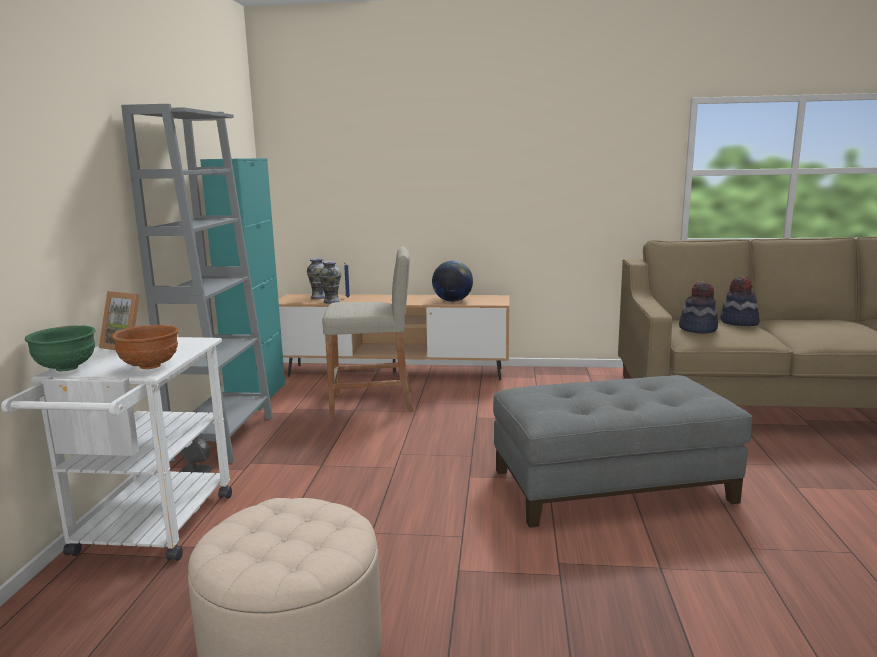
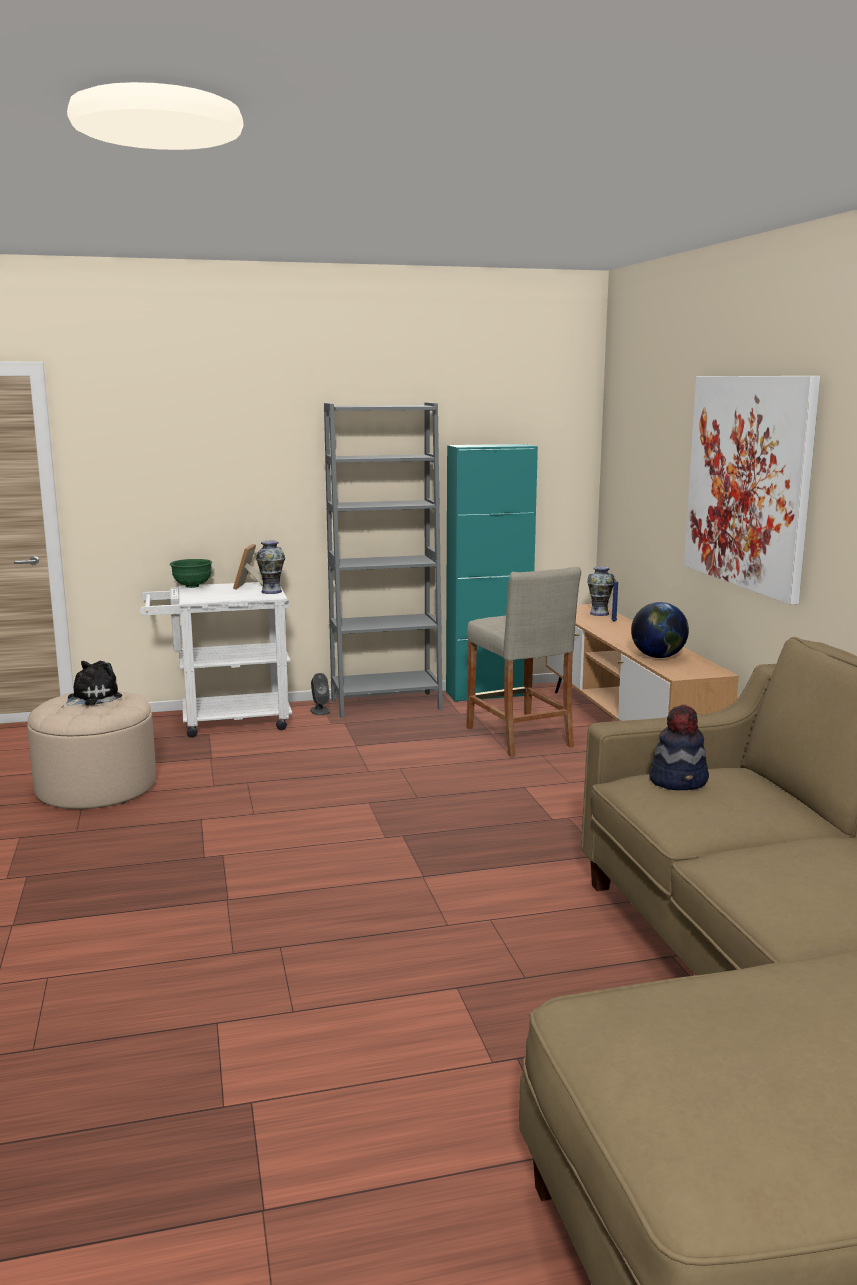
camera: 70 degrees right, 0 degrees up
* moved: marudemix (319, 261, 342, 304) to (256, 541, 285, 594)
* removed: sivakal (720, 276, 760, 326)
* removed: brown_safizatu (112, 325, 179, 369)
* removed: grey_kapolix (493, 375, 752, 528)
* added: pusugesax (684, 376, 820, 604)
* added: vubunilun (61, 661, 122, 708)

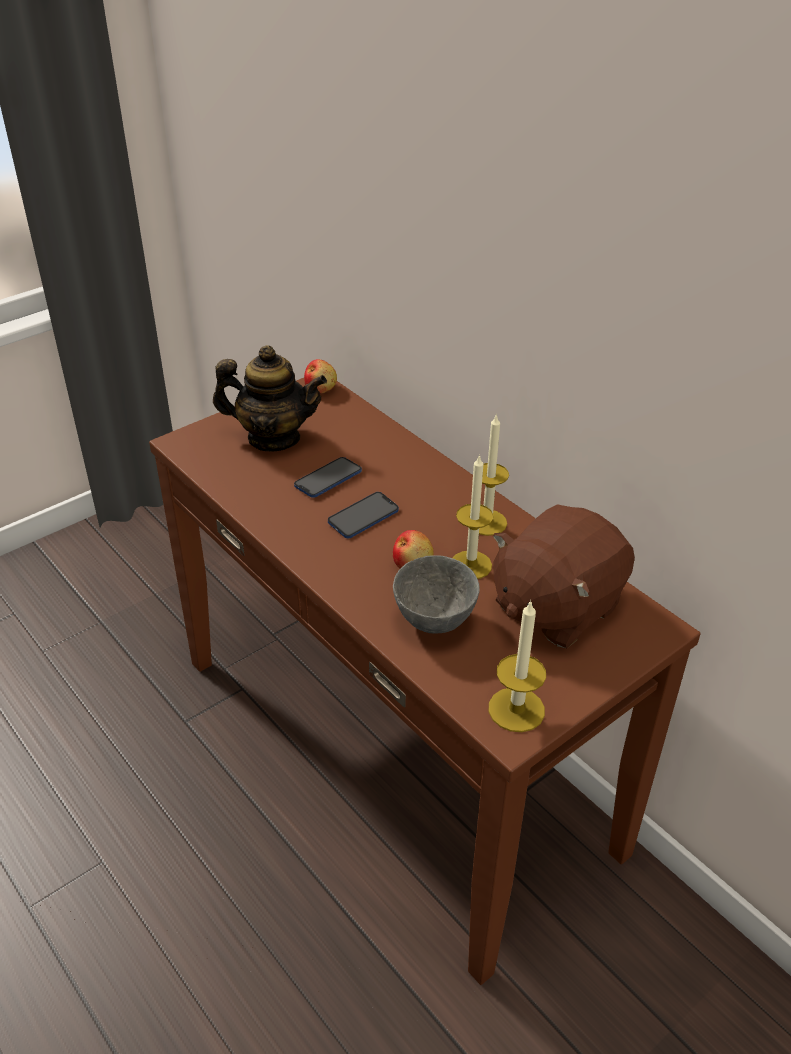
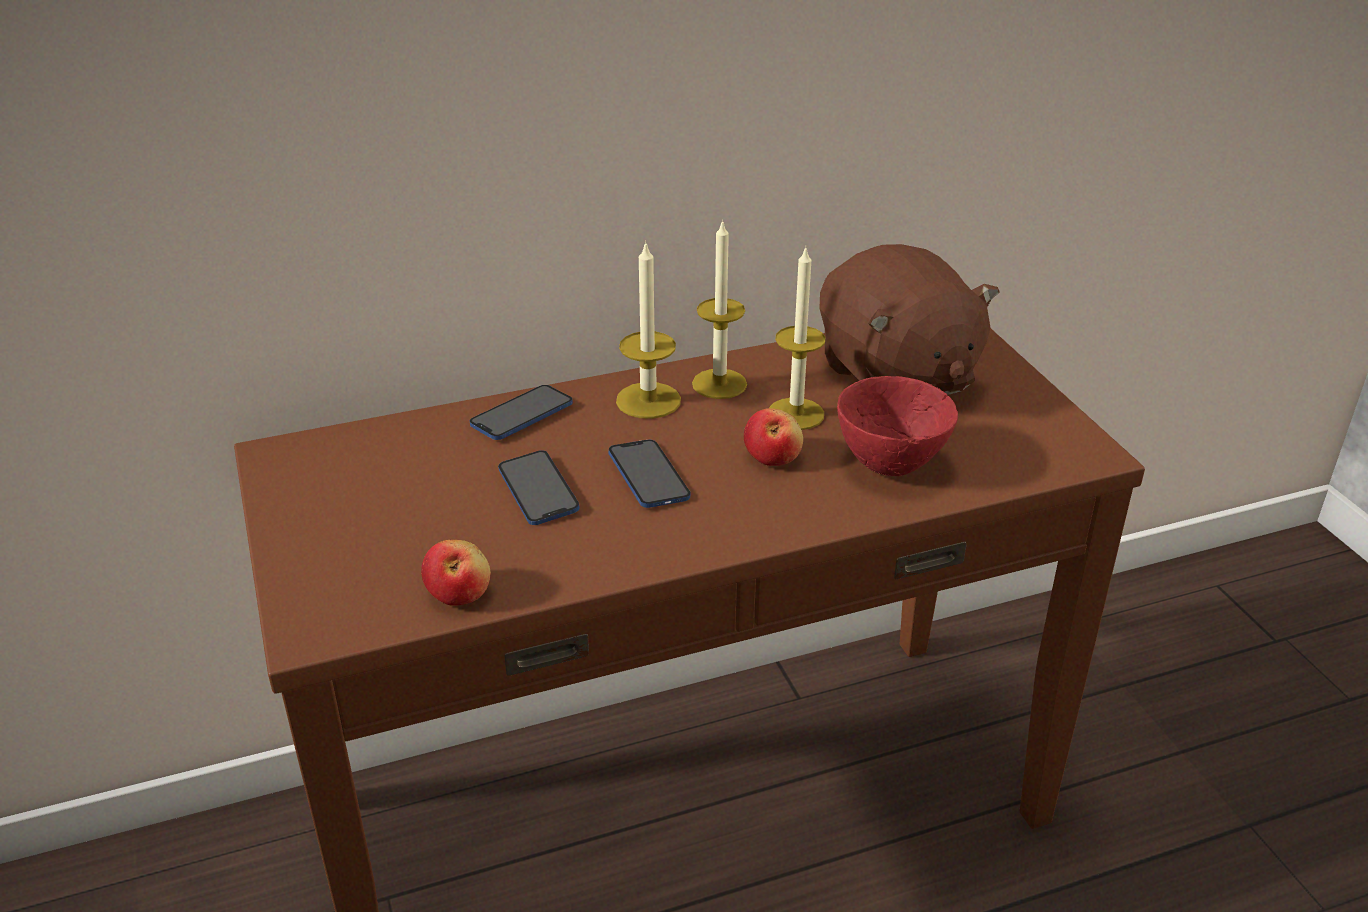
camera: 70 degrees left, 5 degrees down
* removed: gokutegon (213, 345, 327, 452)
* moved: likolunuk (304, 359, 337, 393) to (421, 540, 491, 606)
* recoloured: grey_safizatu (393, 555, 480, 634) to red_safizatu (837, 376, 958, 476)
* moved: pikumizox (489, 600, 546, 732) to (616, 240, 681, 419)
* added: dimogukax (470, 385, 573, 440)

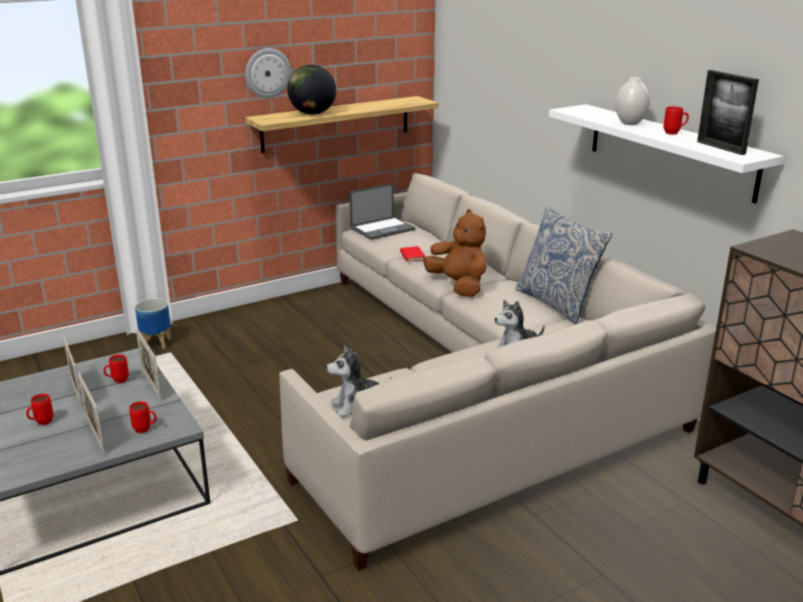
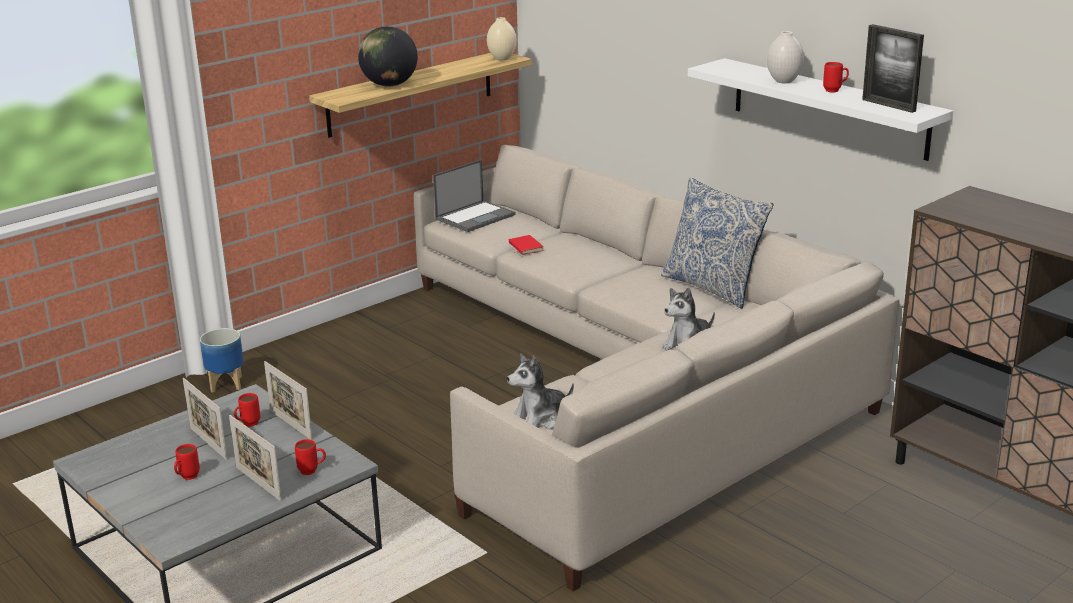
camera: 10 degrees left, 0 degrees up
* removed: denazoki (245, 48, 291, 98)
* removed: brown_vubunilun (423, 209, 487, 297)
* added: beige_marudemix (487, 17, 517, 60)

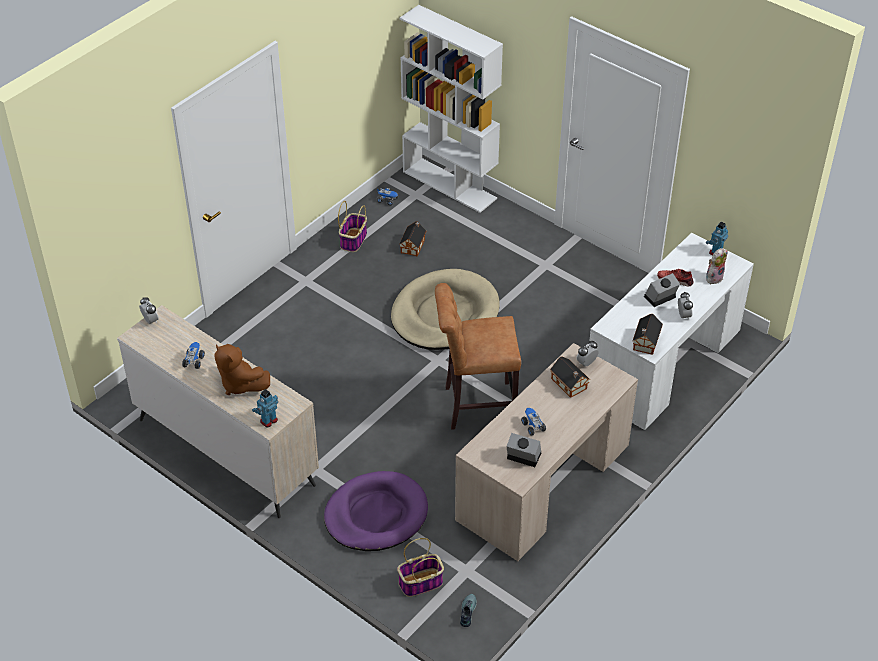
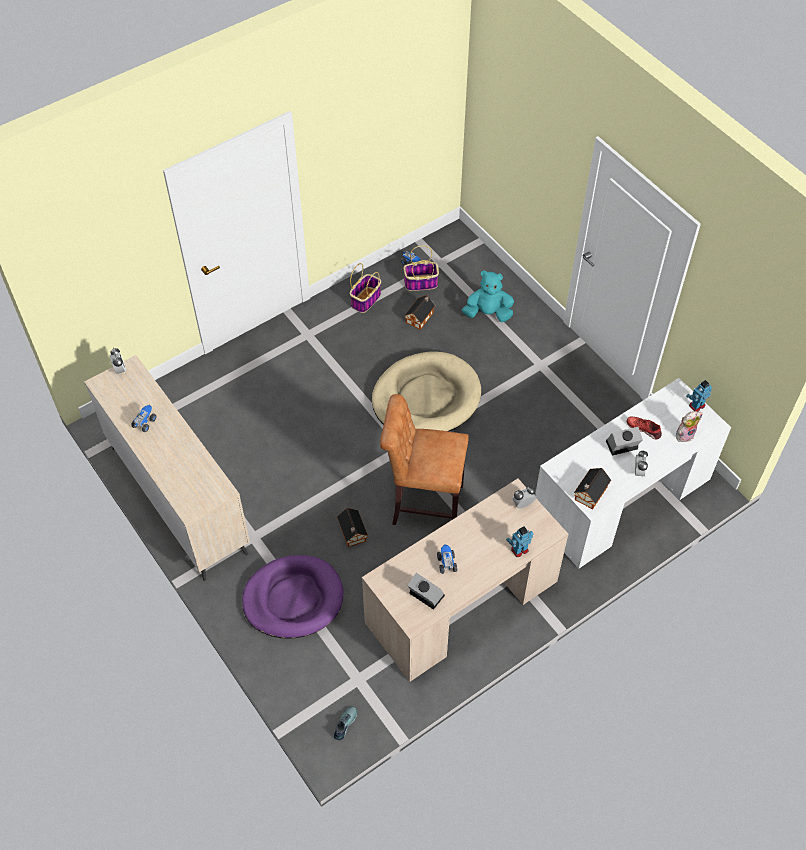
camera: 15 degrees right, 10 degrees up
* removed: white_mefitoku (400, 5, 503, 213)
* removed: brown_vubunilun (215, 344, 270, 395)
* moved: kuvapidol (550, 356, 590, 398) to (337, 508, 368, 547)
* moved: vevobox (252, 389, 278, 428) to (506, 526, 533, 557)
* moved: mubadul (397, 538, 444, 597) to (403, 245, 439, 291)
* added: turquoise_vubunilun (462, 271, 514, 322)

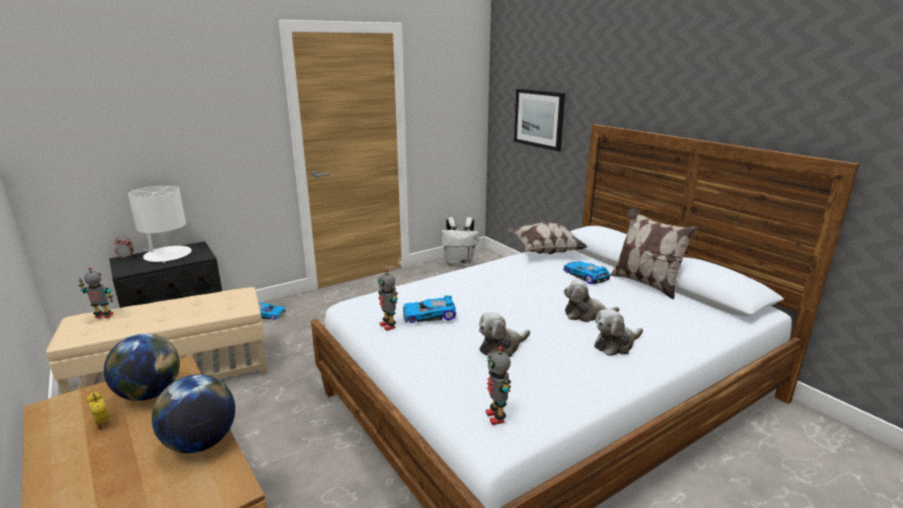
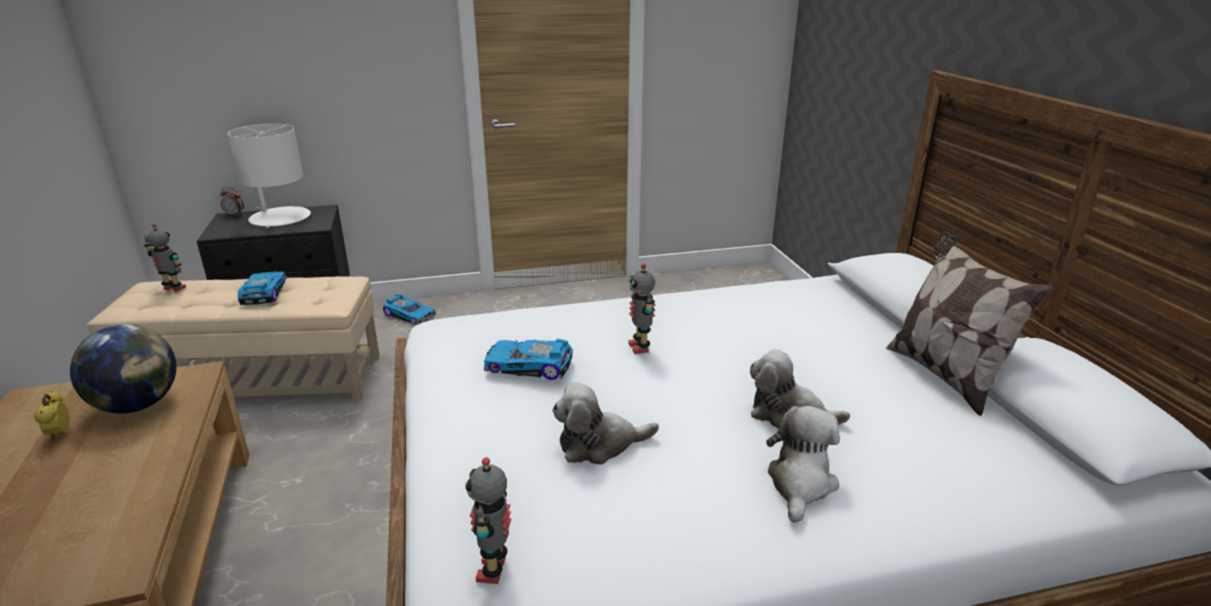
camera: 20 degrees right, 5 degrees up
* removed: pusugesax (514, 89, 565, 151)
* removed: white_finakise (441, 217, 479, 266)
* removed: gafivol (507, 222, 587, 255)
* moved: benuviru (563, 261, 610, 284) to (238, 271, 287, 305)
* moved: vevobox (377, 269, 398, 331) to (628, 264, 655, 354)
* turned: vubunilun (594, 309, 643, 356) = (766, 406, 840, 523) 120 degrees clockwise
* removed: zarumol (152, 374, 235, 453)

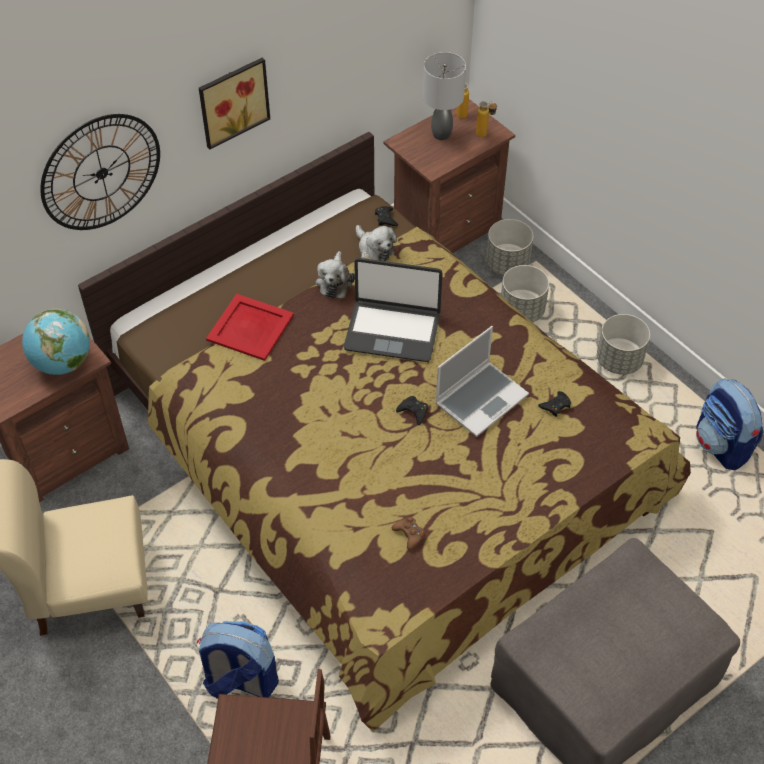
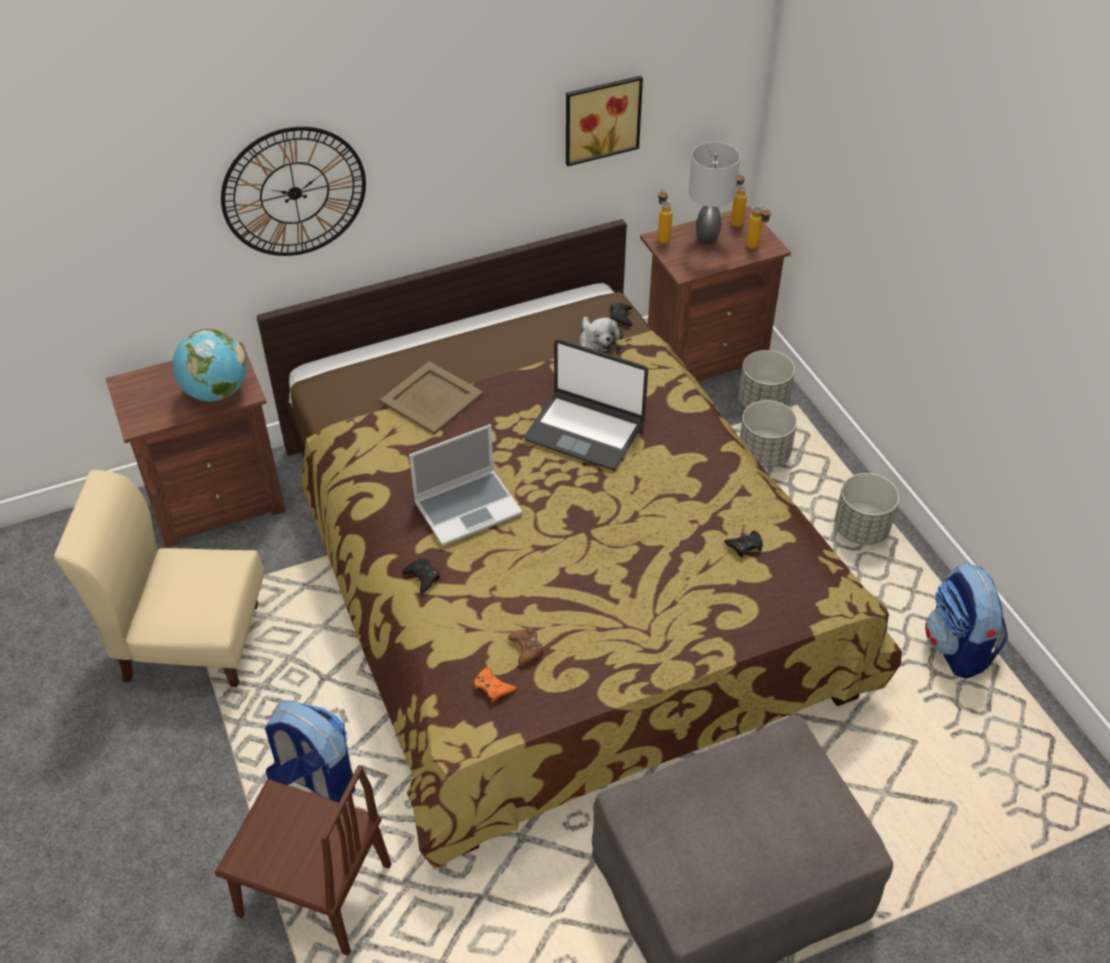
camera: 15 degrees right, 5 degrees down
* moved: pusugesax (199, 58, 270, 149) to (566, 76, 643, 166)
* removed: vubunilun (316, 251, 355, 298)
* recoloured: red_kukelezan (206, 294, 294, 361) to beige_kukelezan (380, 361, 483, 435)
* moved: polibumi (435, 326, 529, 437) to (409, 424, 523, 546)
* moved: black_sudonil (396, 396, 428, 425) to (402, 558, 440, 594)
* added: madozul (658, 188, 673, 244)
* added: orange_sudonil (474, 667, 516, 702)

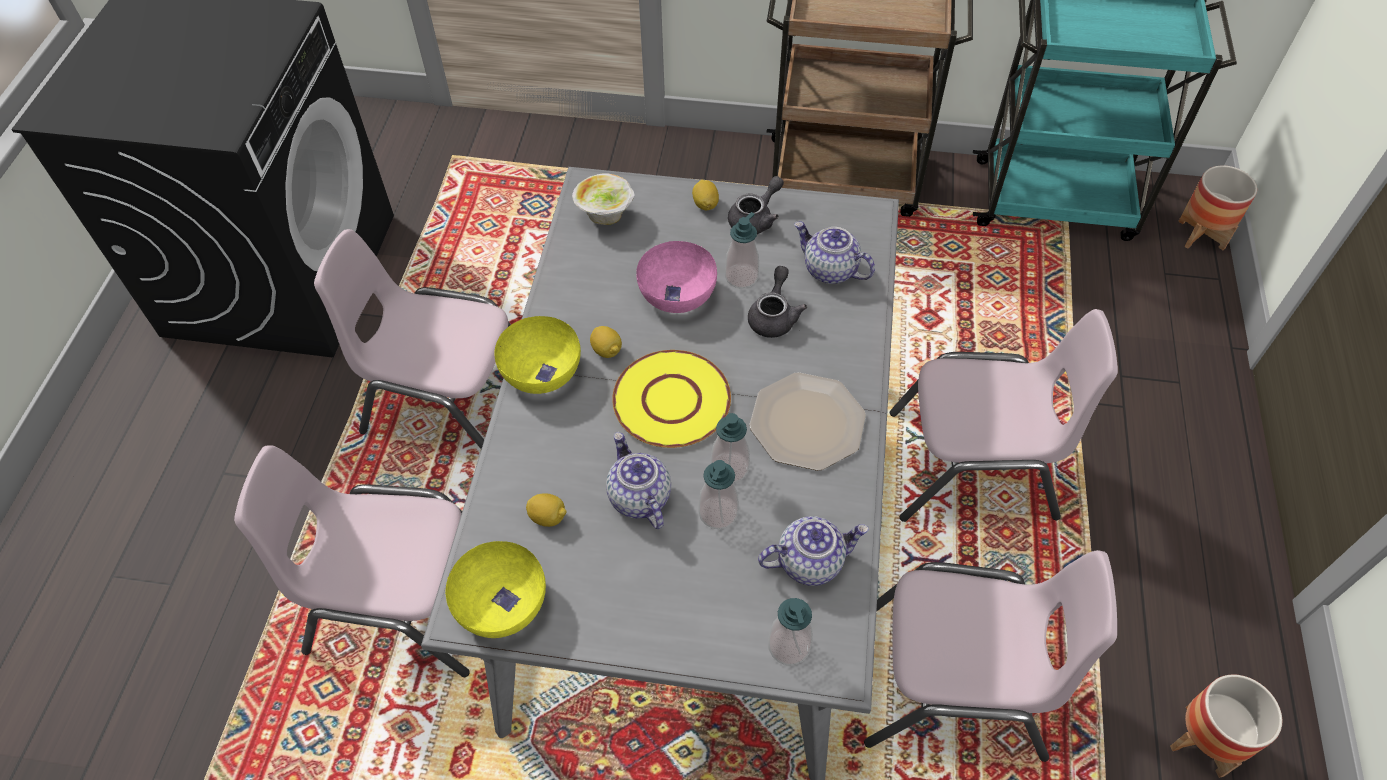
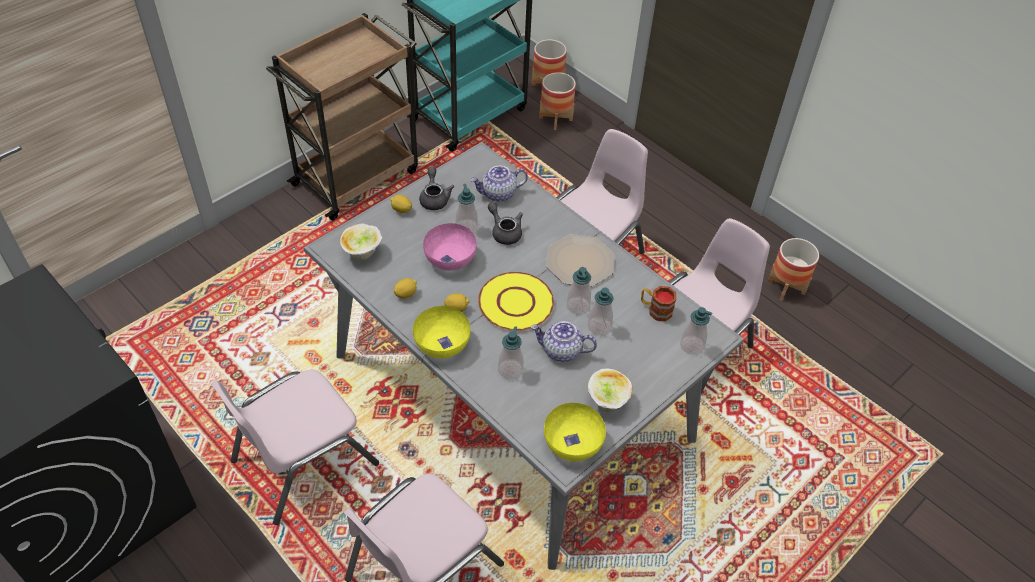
camera: 55 degrees left, 5 degrees down
* moved: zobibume (526, 493, 567, 527) to (394, 278, 417, 299)
* replaced: gokutegon (758, 516, 869, 586) to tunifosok (641, 286, 676, 321)
* added: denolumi (539, 72, 576, 130)
* added: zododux (498, 326, 524, 379)
* added: safizatu (588, 368, 632, 412)

